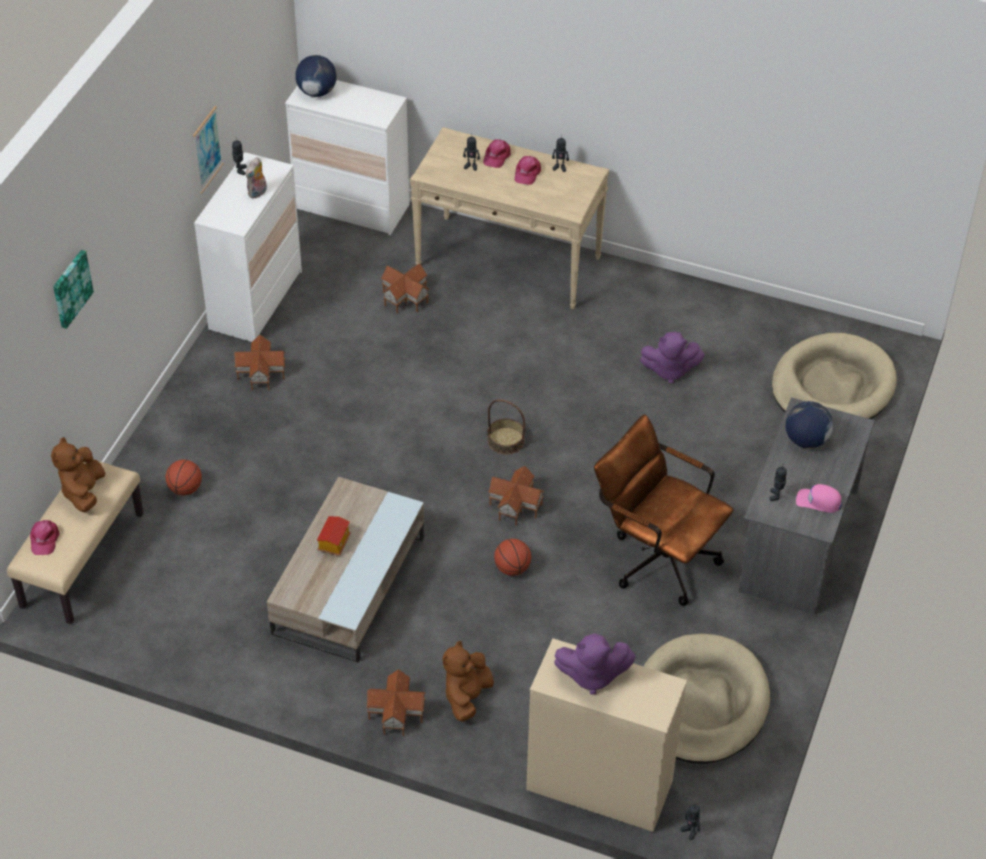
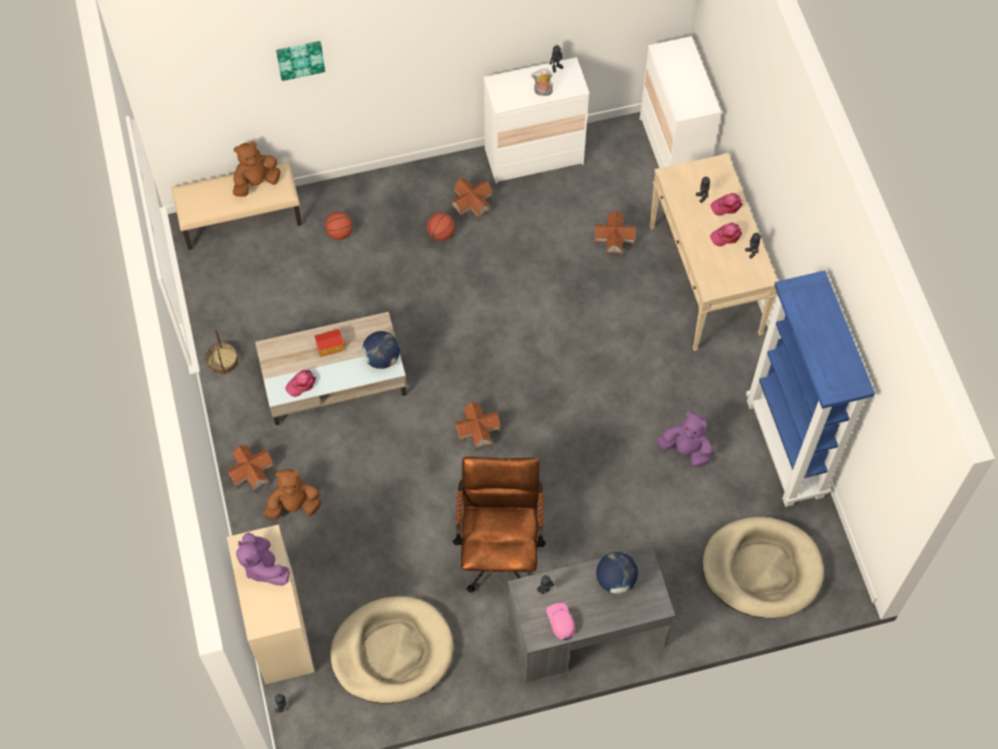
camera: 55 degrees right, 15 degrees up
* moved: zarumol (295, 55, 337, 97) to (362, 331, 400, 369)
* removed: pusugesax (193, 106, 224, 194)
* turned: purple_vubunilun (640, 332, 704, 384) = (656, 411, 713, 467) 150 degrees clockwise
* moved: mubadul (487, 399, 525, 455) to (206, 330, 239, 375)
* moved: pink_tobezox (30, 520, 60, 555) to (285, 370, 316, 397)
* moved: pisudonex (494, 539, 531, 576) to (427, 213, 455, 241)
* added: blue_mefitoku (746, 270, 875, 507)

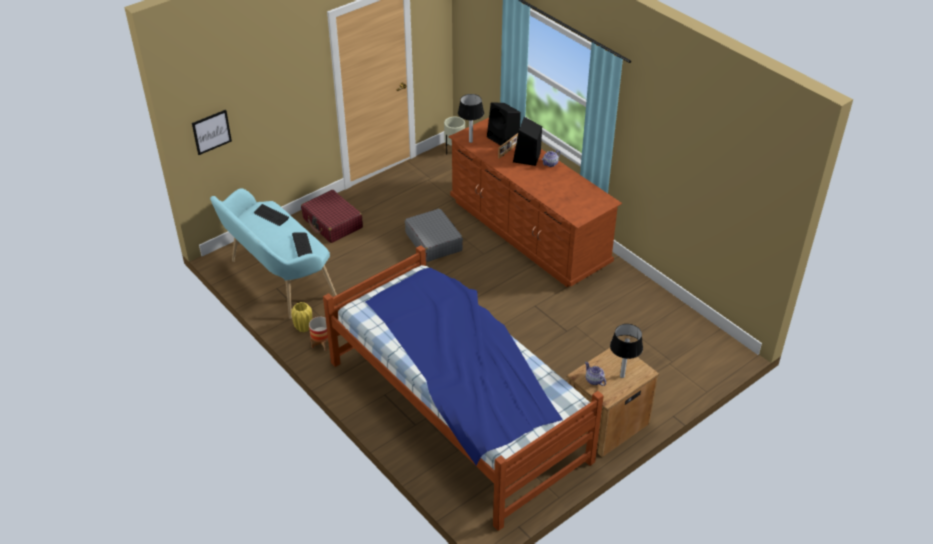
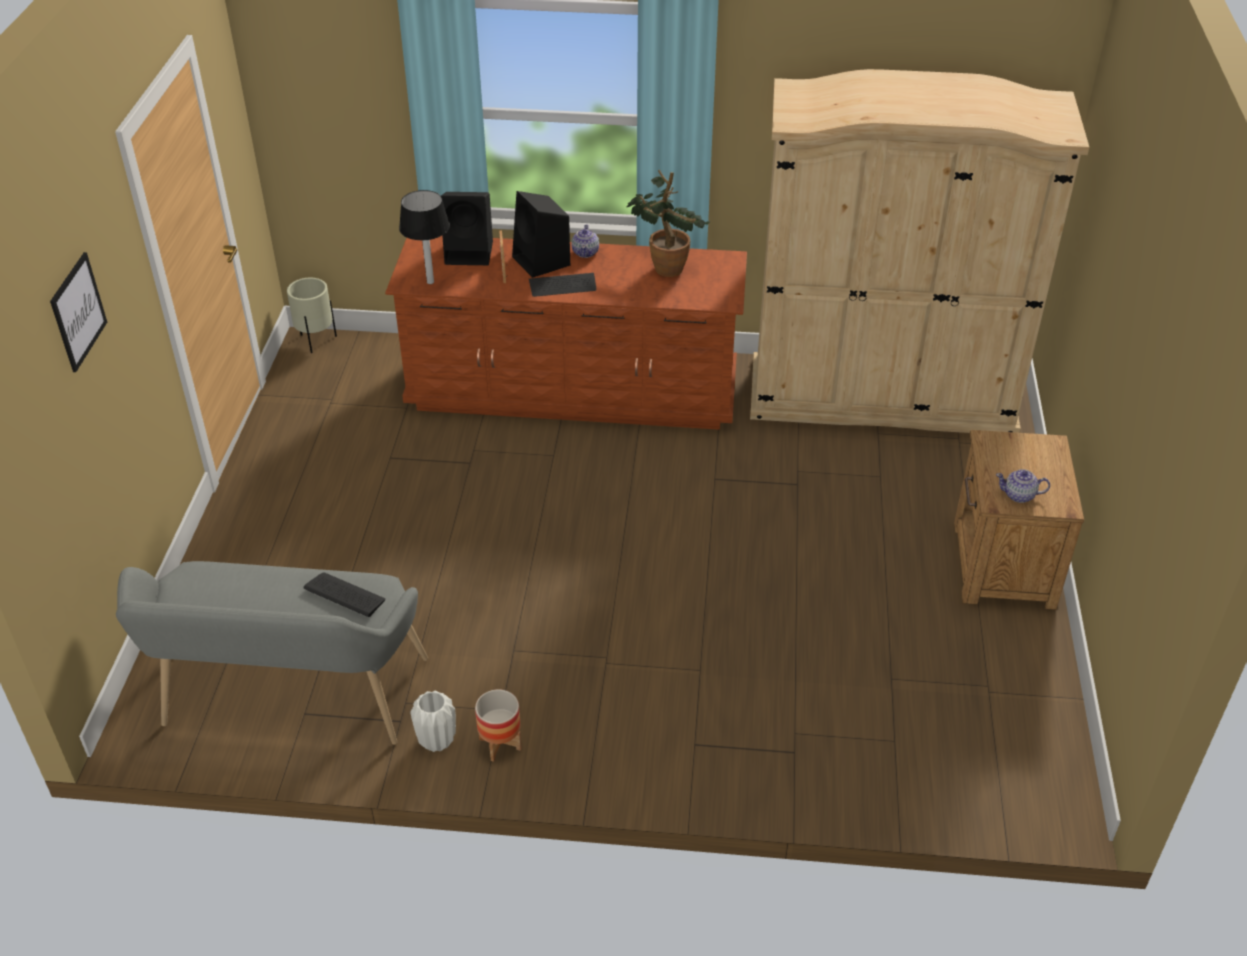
camera: 45 degrees left, 0 degrees up
* moved: pusugesax (192, 110, 232, 155) to (50, 252, 107, 372)
* recoloured: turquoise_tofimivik (210, 188, 337, 319) to grey_tofimivik (116, 561, 428, 745)
* removed: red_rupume (301, 190, 363, 243)
* moved: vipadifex (254, 204, 289, 226) to (529, 273, 596, 297)
* removed: grey_rupume (405, 208, 463, 262)
* removed: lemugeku (323, 245, 604, 531)
* recoloured: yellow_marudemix (291, 302, 312, 332) to white_marudemix (410, 691, 456, 752)
* removed: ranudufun (610, 324, 643, 378)
* added: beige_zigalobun (750, 69, 1089, 433)
* added: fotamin (627, 170, 711, 277)

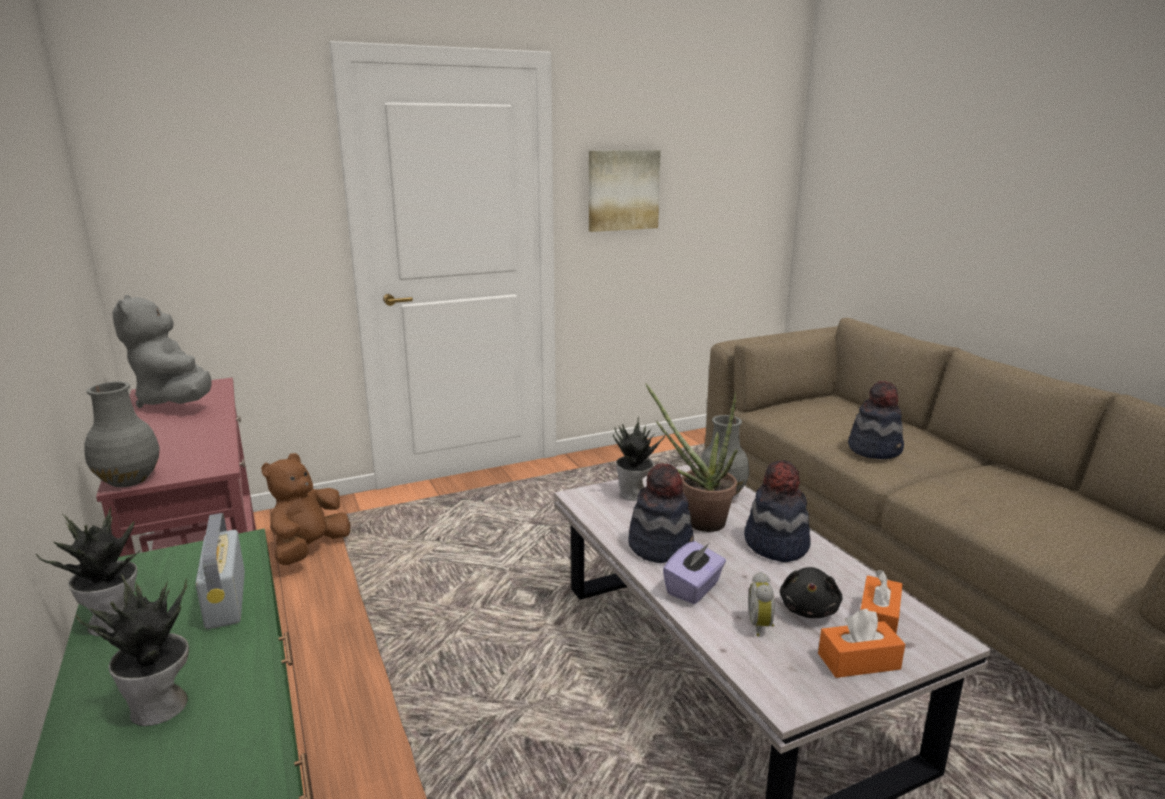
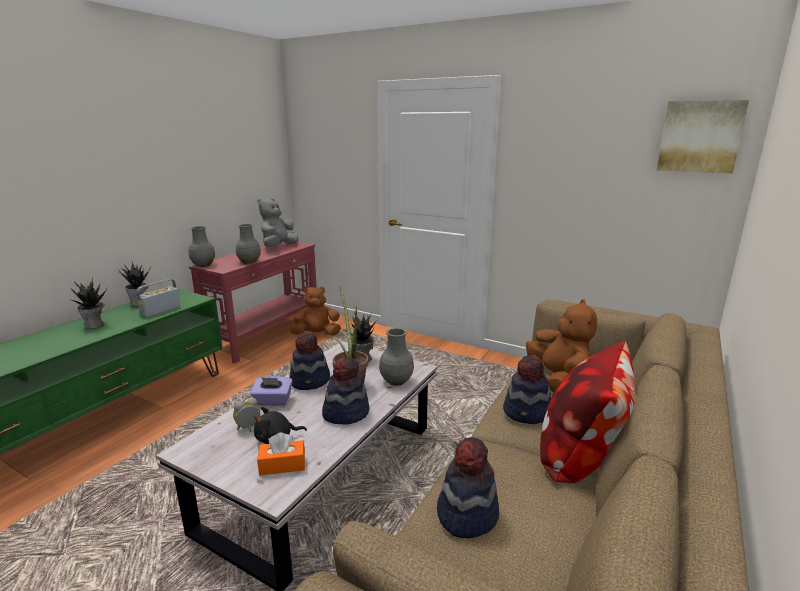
camera: 55 degrees right, 0 degrees up
* moved: pusugesax (589, 150, 661, 232) to (657, 100, 749, 173)
* removed: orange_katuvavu (818, 609, 905, 678)
* added: grey_marudemix (236, 224, 261, 264)
* added: brown_vubunilun (526, 299, 597, 393)
* added: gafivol (540, 341, 636, 483)
* added: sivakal (437, 437, 499, 539)

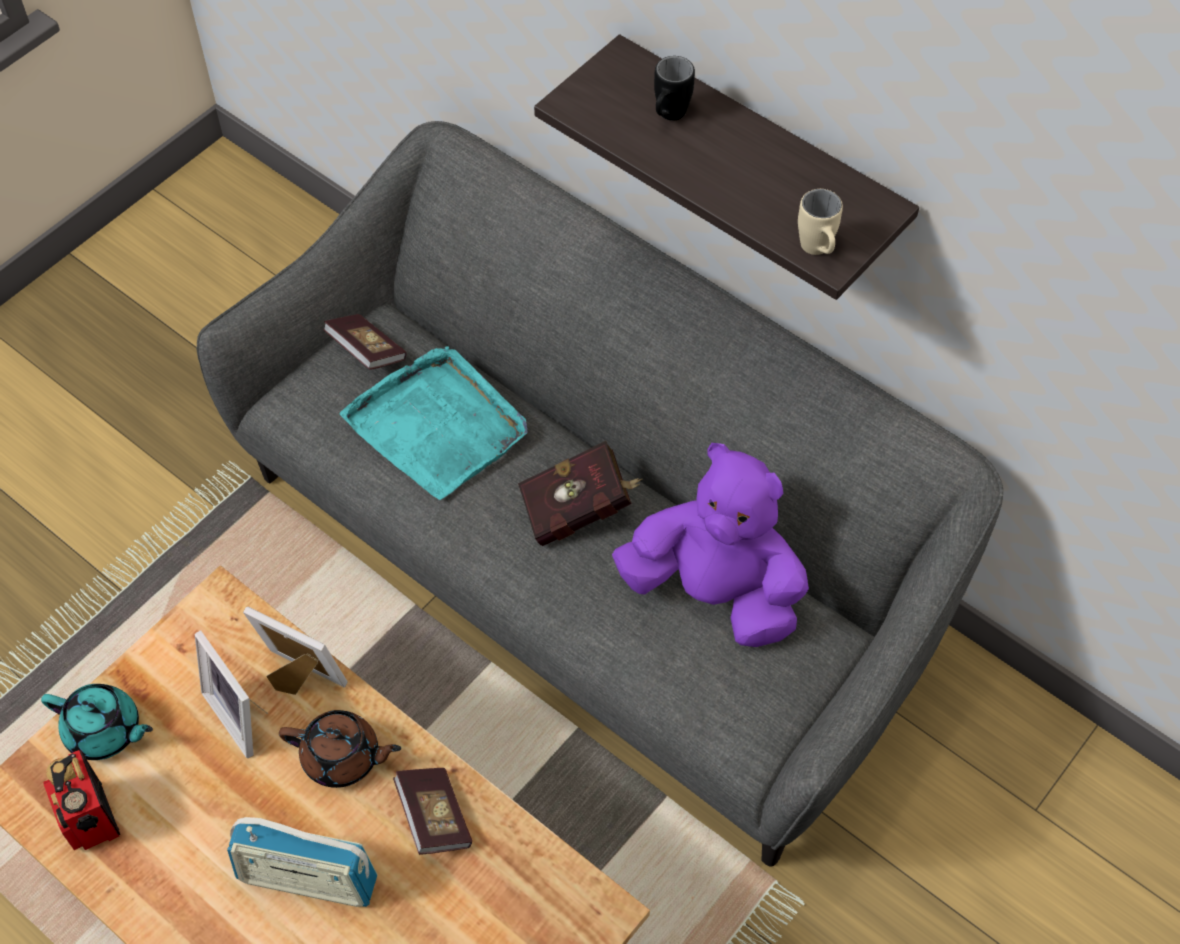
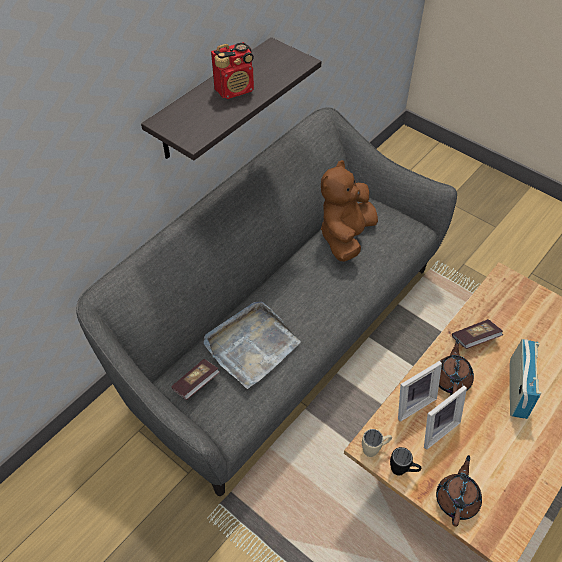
camera: 90 degrees left, 5 degrees down
* moved: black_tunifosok (654, 56, 695, 121) to (390, 447, 421, 476)
* moved: beige_tunifosok (798, 189, 843, 255) to (362, 429, 392, 457)
* recoloured: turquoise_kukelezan (339, 346, 527, 500) to grey_kukelezan (204, 302, 301, 389)
* removed: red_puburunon (518, 441, 642, 546)
* recoloured: purple_vubunilun (612, 443, 809, 647) to brown_vubunilun (321, 160, 378, 262)
* turned: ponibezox (243, 607, 347, 695) = (398, 361, 442, 422) 150 degrees counterclockwise
* recoloured: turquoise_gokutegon (41, 684, 153, 760) to brown_gokutegon (436, 455, 482, 526)
* moved: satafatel (43, 750, 120, 850) to (211, 42, 254, 99)

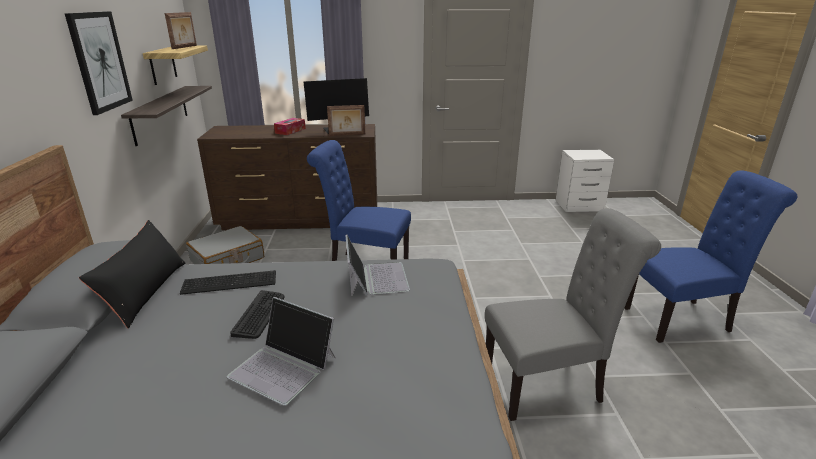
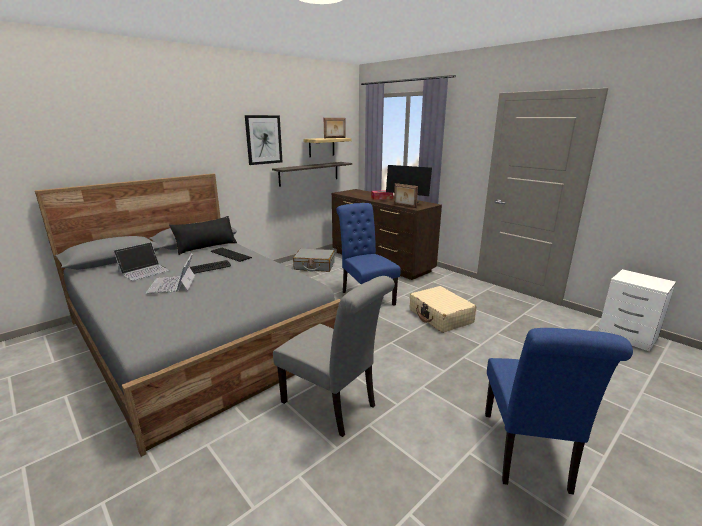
camera: 50 degrees right, 5 degrees down
* turned: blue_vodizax (625, 170, 797, 343) = (485, 328, 633, 495) 60 degrees clockwise
* moved: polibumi (345, 235, 410, 296) to (113, 242, 169, 281)
* added: beige_rupume (410, 286, 476, 333)

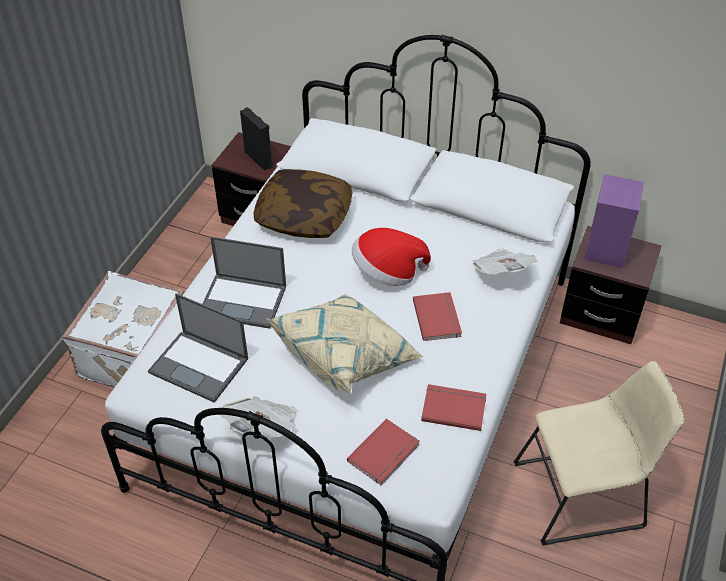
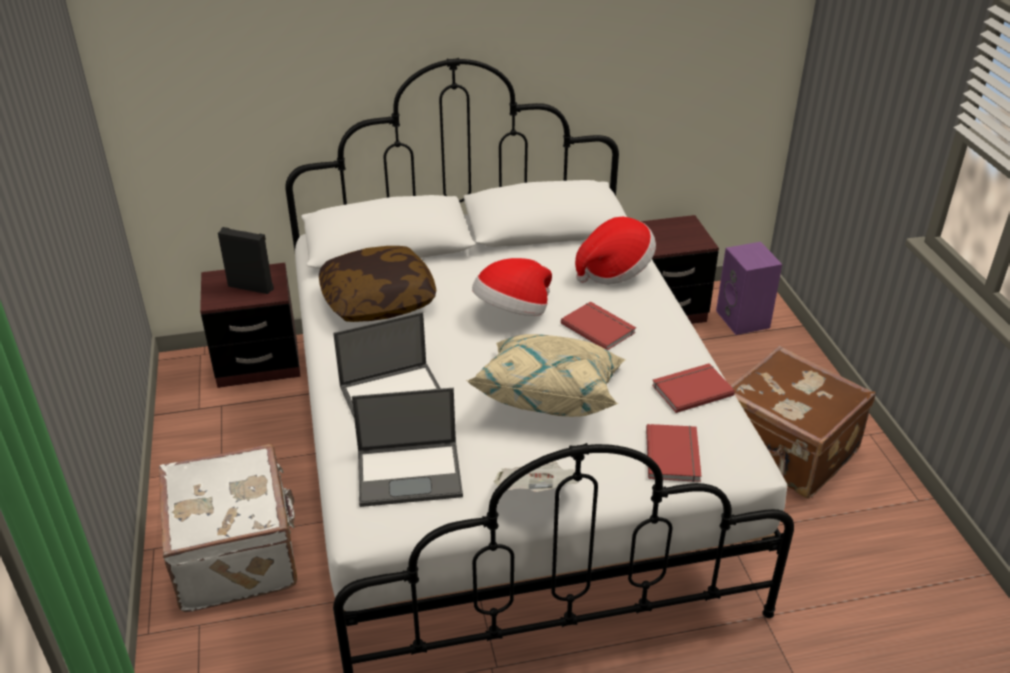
camera: 35 degrees left, 10 degrees down
* moved: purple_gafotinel (584, 174, 644, 268) to (716, 242, 782, 335)
* replaced: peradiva (472, 249, 538, 274) to sivakal (575, 217, 656, 285)
* replaced: beige_vodizax (513, 361, 685, 546) to brown_rupume (730, 346, 876, 499)

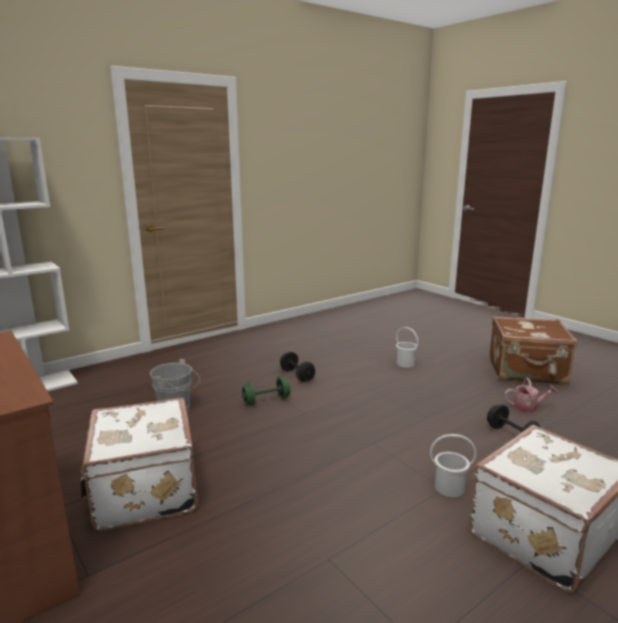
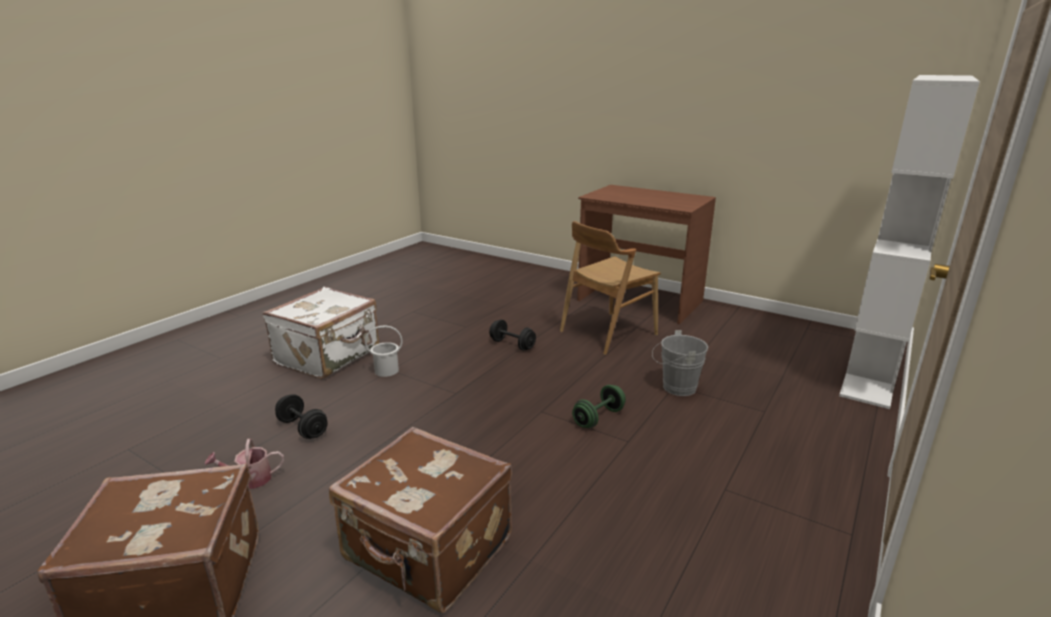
camera: 160 degrees right, 5 degrees up
* replaced: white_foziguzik (396, 327, 419, 368) to brown_rupume (329, 427, 512, 613)
* moved: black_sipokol (280, 352, 315, 382) to (489, 320, 536, 350)
* replaced: white_rupume (80, 398, 198, 531) to brown_vodizax (560, 221, 661, 355)

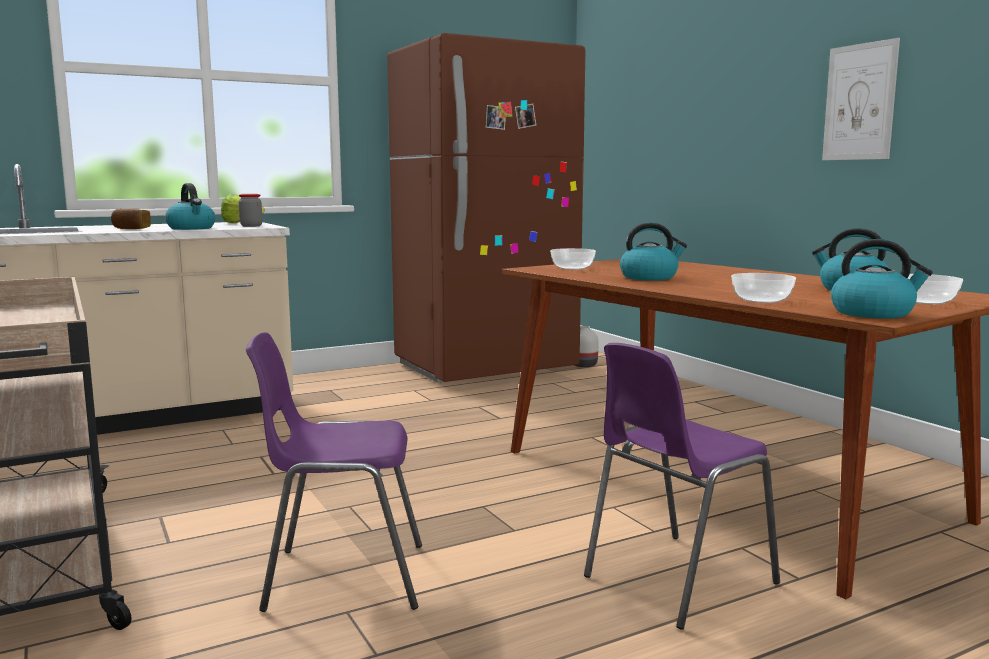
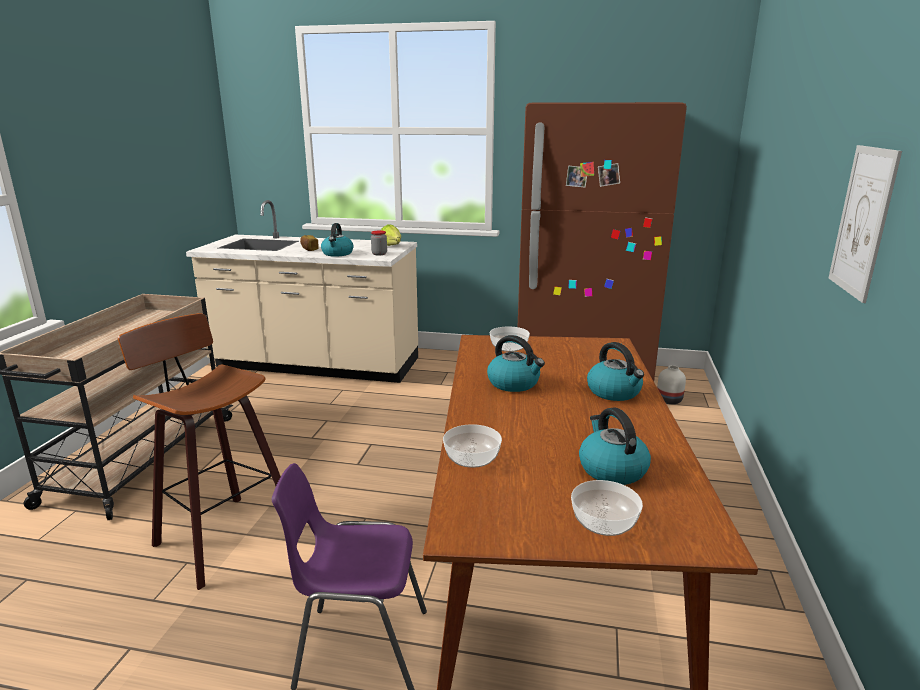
camera: 40 degrees right, 10 degrees up
* moved: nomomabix (831, 239, 933, 319) to (587, 342, 644, 401)
* replaced: purple_vodizax (246, 332, 422, 612) to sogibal (118, 313, 281, 590)

